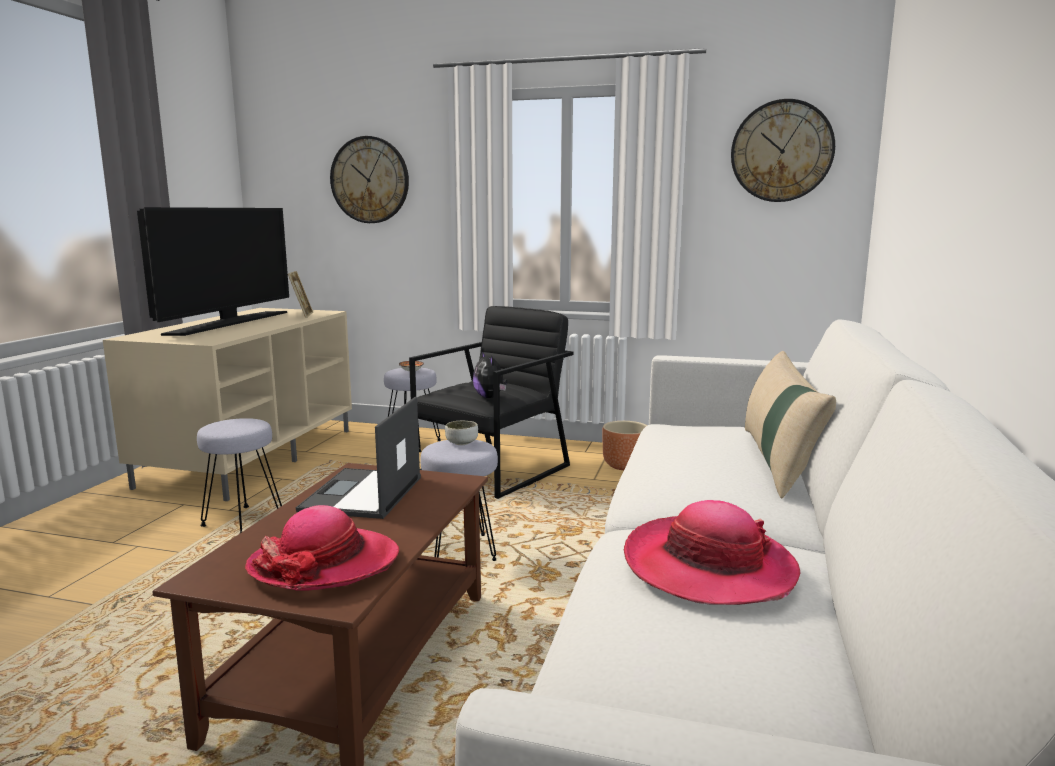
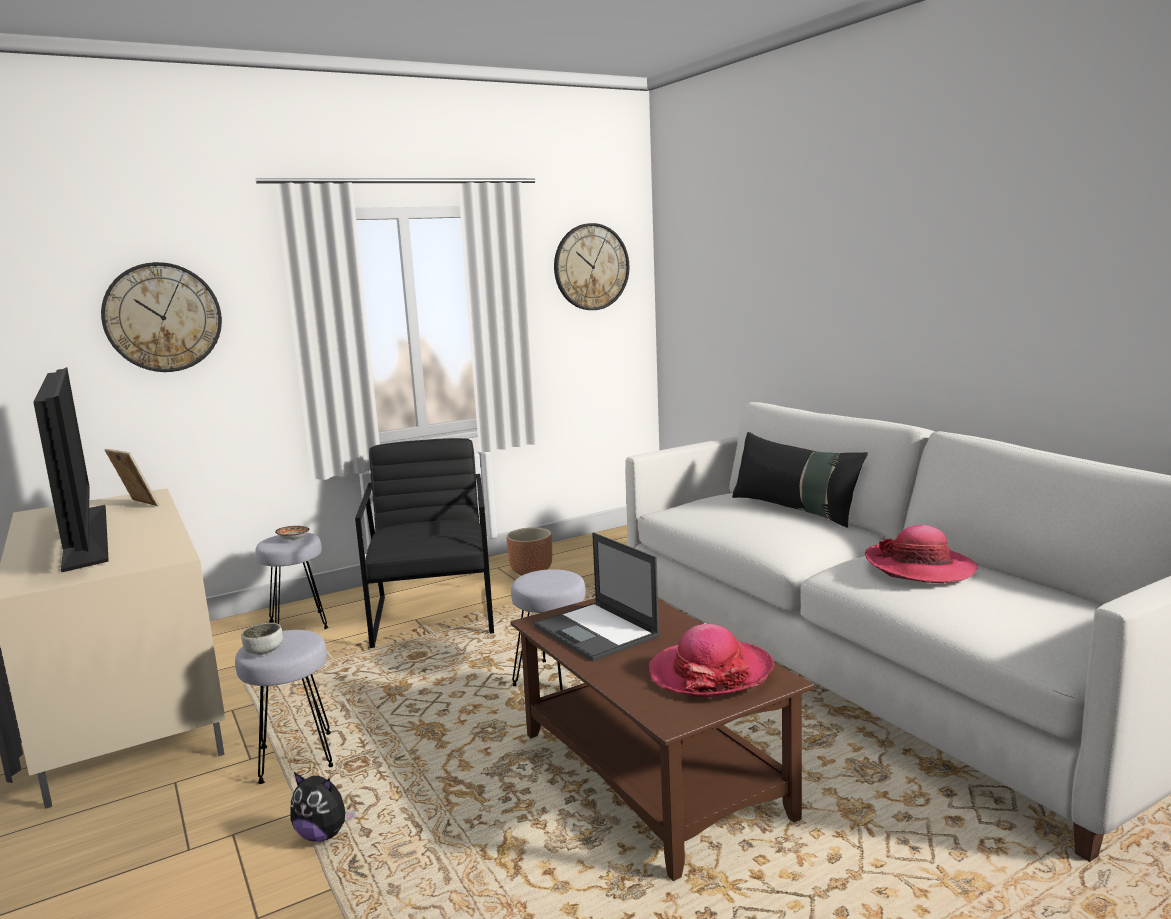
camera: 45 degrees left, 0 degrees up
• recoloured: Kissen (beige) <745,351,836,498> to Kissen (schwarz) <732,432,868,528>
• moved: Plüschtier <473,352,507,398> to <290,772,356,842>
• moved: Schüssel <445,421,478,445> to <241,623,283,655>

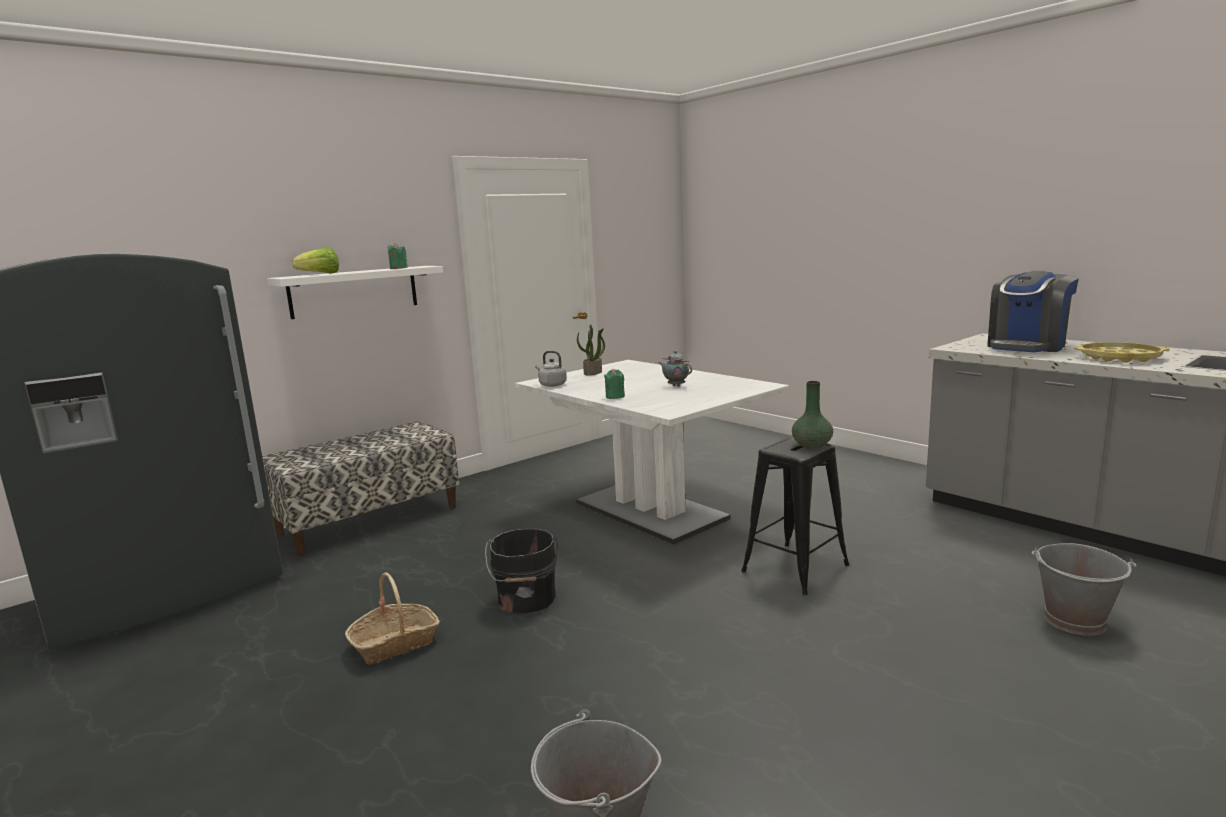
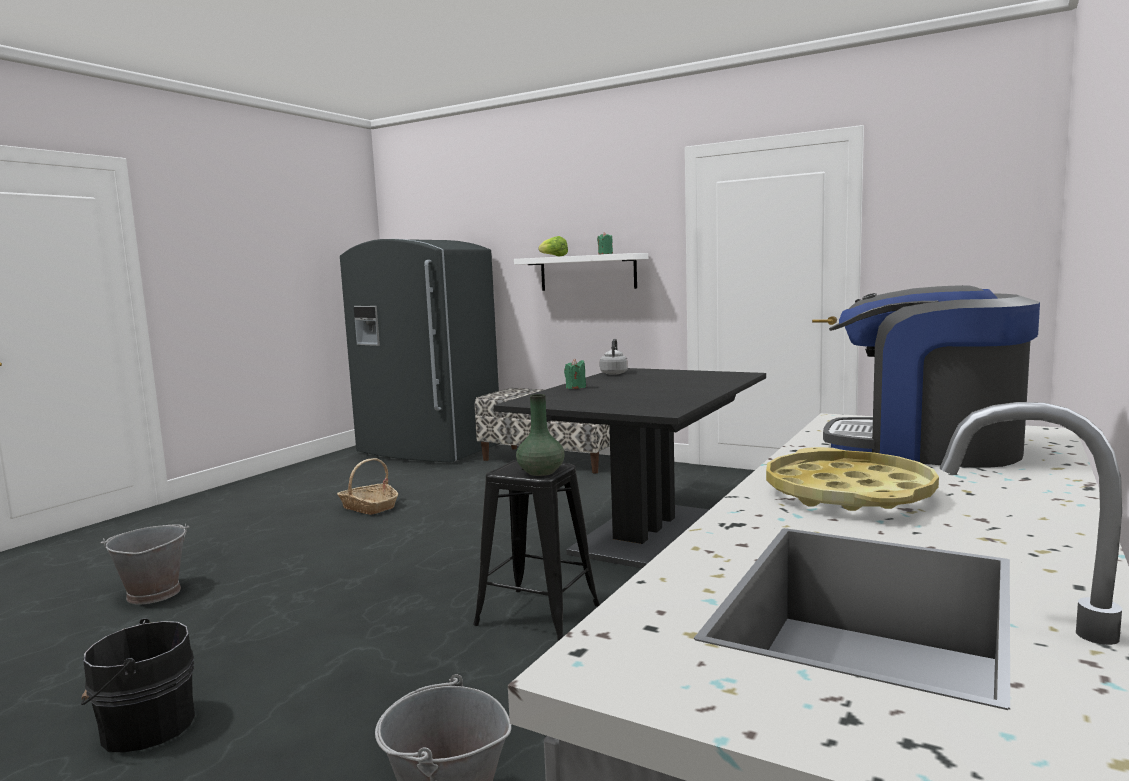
camera: 70 degrees right, 5 degrees down
• removed: Topfpflanze <577,325,605,376>
• removed: Teekanne <659,350,692,387>
• recoloured: Esstisch (weiß) <515,360,789,545> to Esstisch (schwarz) <494,368,766,568>
• moved: Eimer (schwarz) <485,529,558,613> to <81,618,195,752>

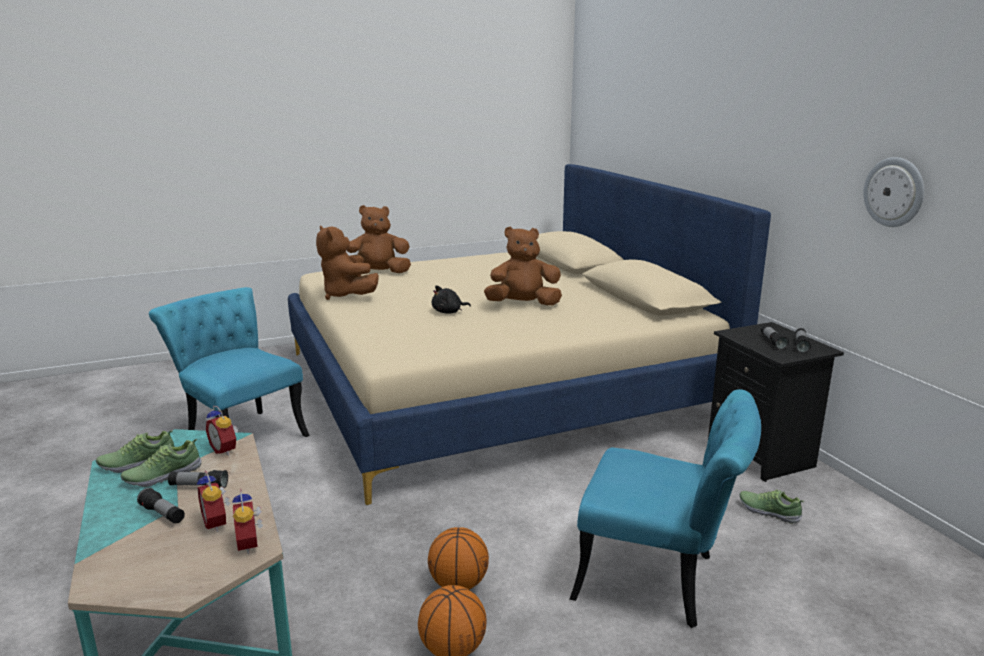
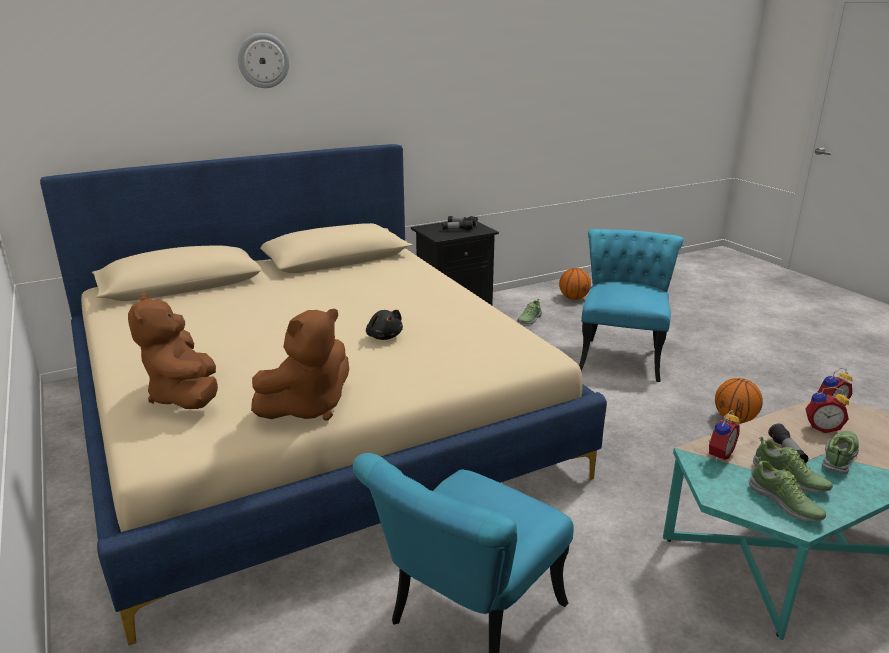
camera: 95 degrees left, 5 degrees up
• moved: Wanduhr <863,157,924,227> to <238,33,290,88>
• removed: Plüschtier (braun) <484,227,562,306>
• turned: Wecker <197,471,231,532> = <805,387,849,433> 45 degrees clockwise
• replaced: Taschenlampe <137,488,185,524> to Schuh <822,431,859,474>
• moved: Basketball <428,527,489,590> to <559,268,591,300>

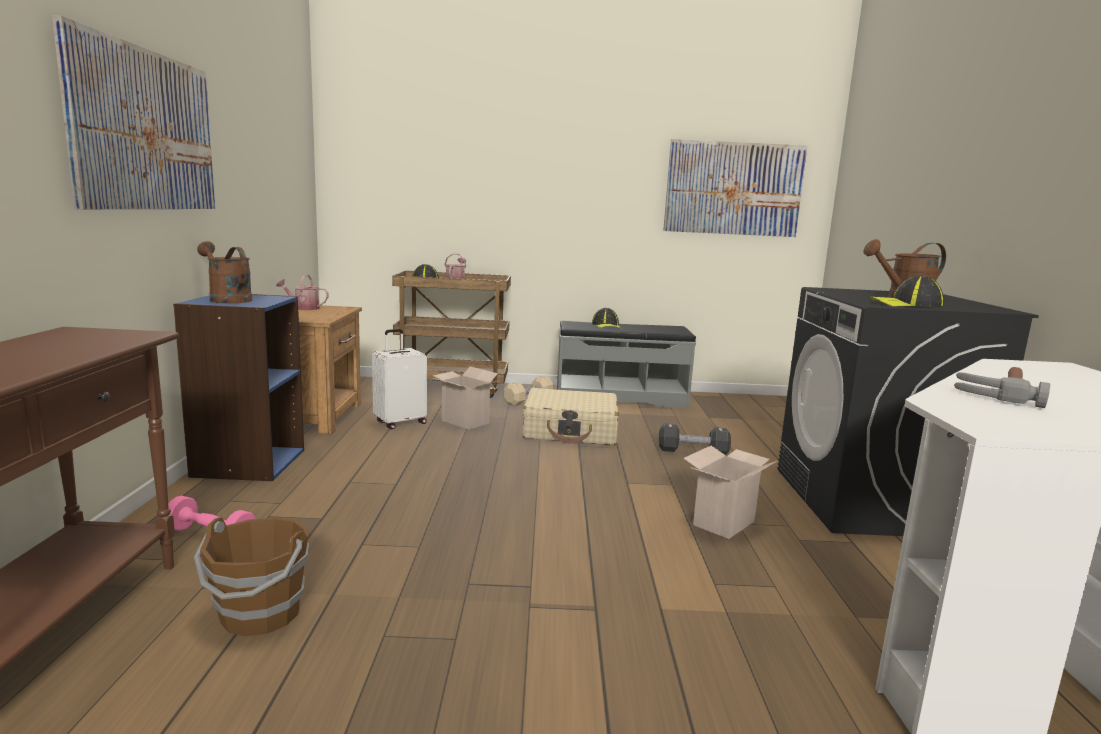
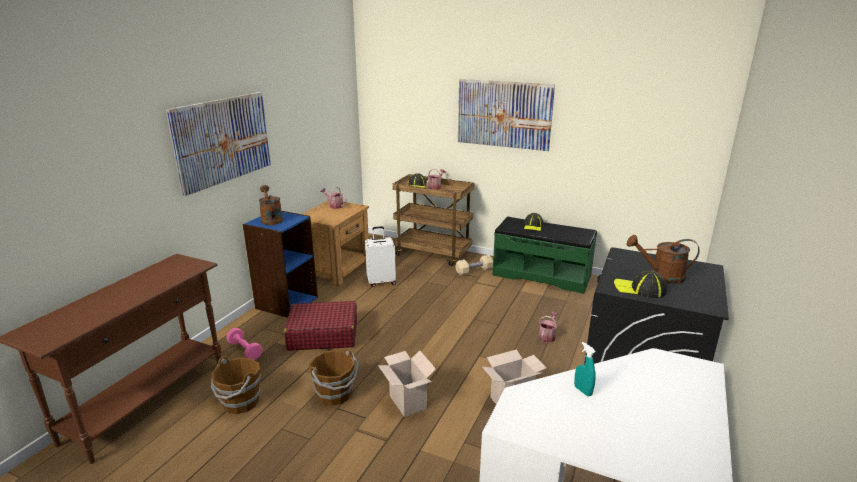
camera: 25 degrees right, 10 degrees up
• moved: Bild <663,139,807,237> to <458,79,555,151>
• recoloured: Bank (grau) <557,321,696,408> to Bank (grün) <492,217,597,294>
• moved: Karton <433,367,500,430> to <378,350,436,417>
• replaced: Hammer <954,367,1050,408> to Sprühflasche (türkis) <574,342,596,397>
• removed: Koffer (beige) <523,388,619,445>
• replaced: Hantel (schwarz) <659,423,731,455> to Gießkanne <538,312,559,343>
• added: Koffer (rot) <284,301,357,350>
• added: Eimer (braun) <309,348,359,406>

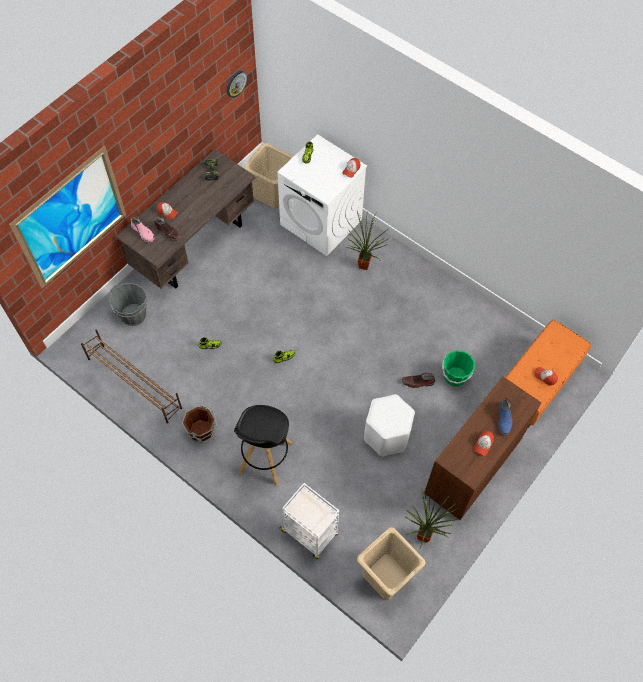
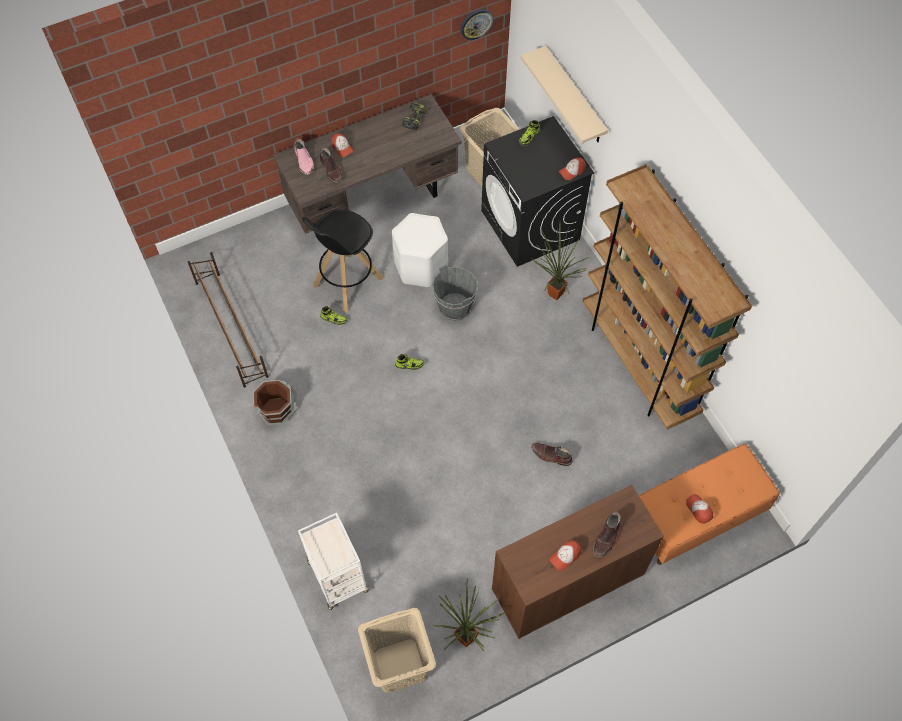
camera: 25 degrees right, 0 degrees up
• recoloured: Waschmaschine (weiß) <277,134,367,256> to Waschmaschine (schwarz) <481,116,594,267>
• removed: Bild <9,145,126,289>
• moved: Eimer (grau) <109,283,147,326> to <432,264,478,321>
• removed: Eimer (grün) <442,350,475,387>
• moved: Hocker (weiß) <364,394,415,456> to <392,213,448,288>
• recoloured: Stiefel (blau) <498,398,512,436> to Stiefel (braun) <593,511,621,558>
• moved: Hocker (schwarz) <234,405,292,486> to <303,209,383,312>
• added: Wandregal (beige) <521,46,608,143>
• added: Bücherregal (braun) <583,164,752,430>

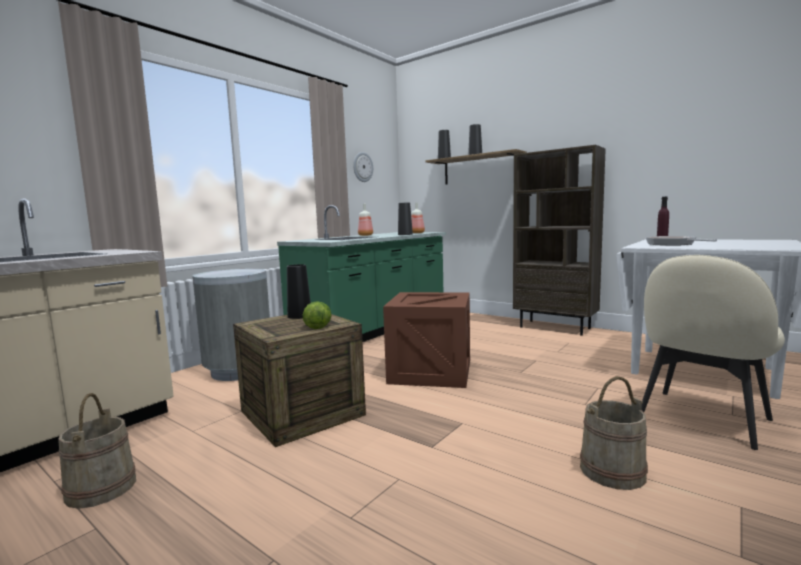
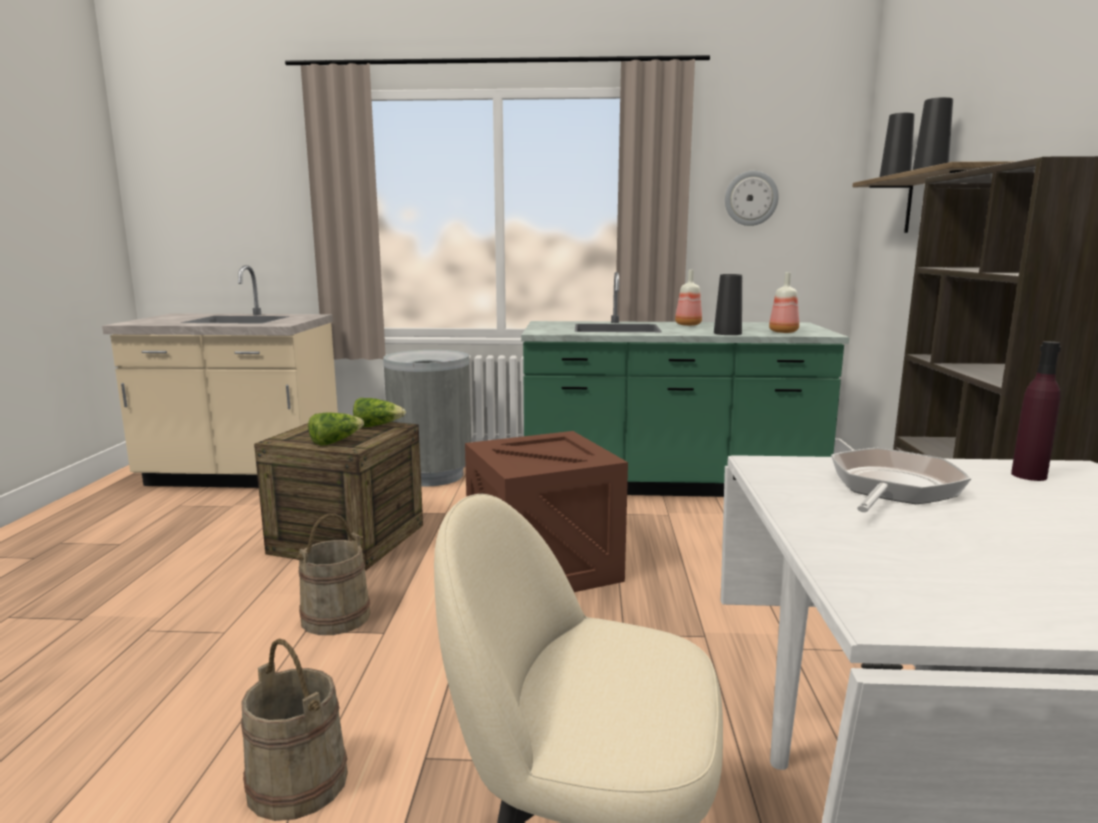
camera: 55 degrees right, 5 degrees up
• replaced: Vase (schwarz) <287,264,311,319> to Salatkopf <353,398,406,427>
• moved: Eimer (beige) <58,393,136,509> to <296,513,370,635>

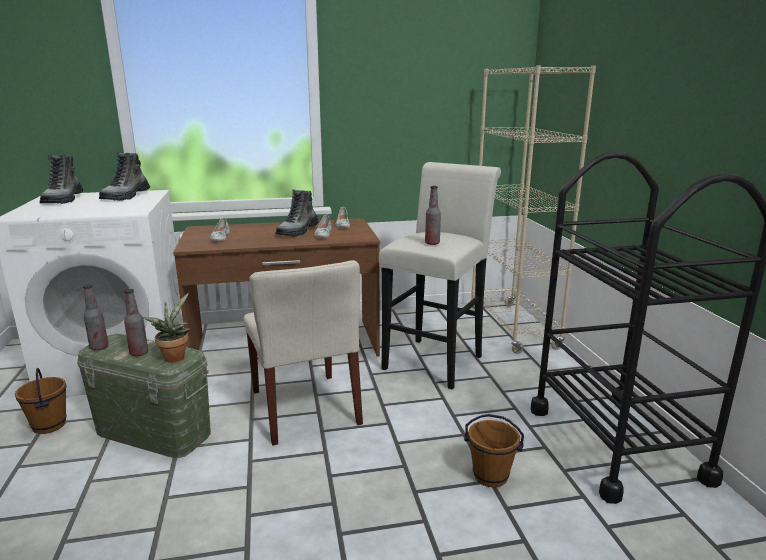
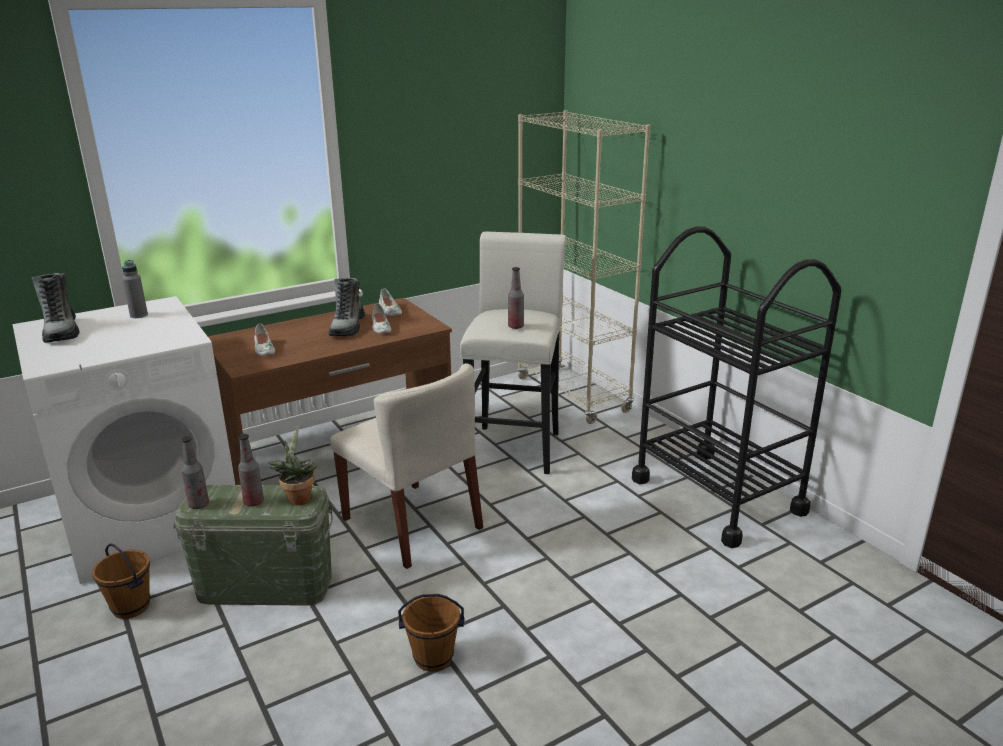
camera: 20 degrees left, 5 degrees up
• replaced: Stiefel <99,152,150,201> to Flasche (grau) <122,260,148,318>
• moved: Eimer (braun) <464,414,524,487> to <398,594,465,672>

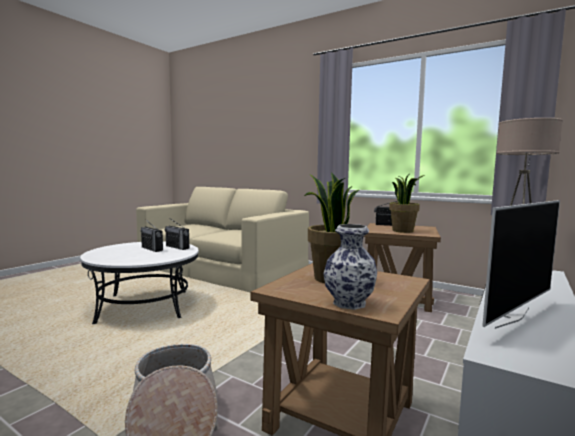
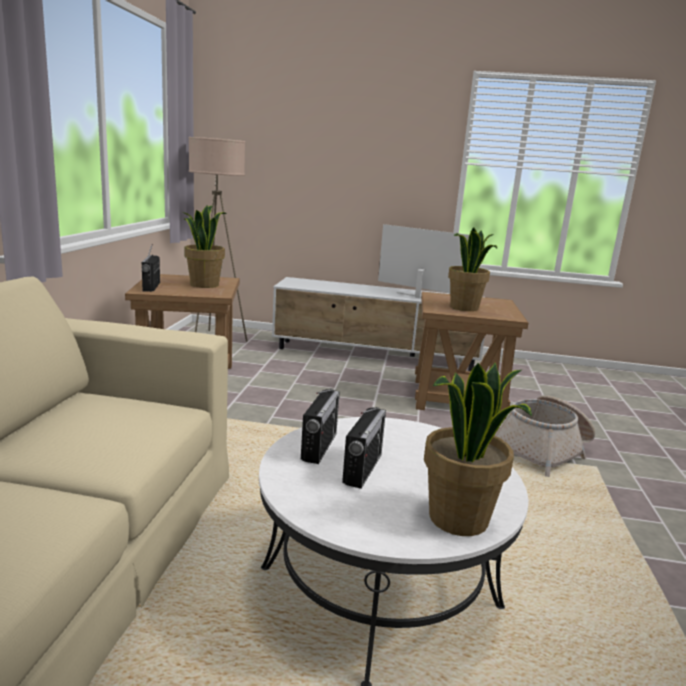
camera: 115 degrees left, 10 degrees up
• removed: Vase <323,224,377,310>
• added: Topfpflanze <424,363,532,536>

